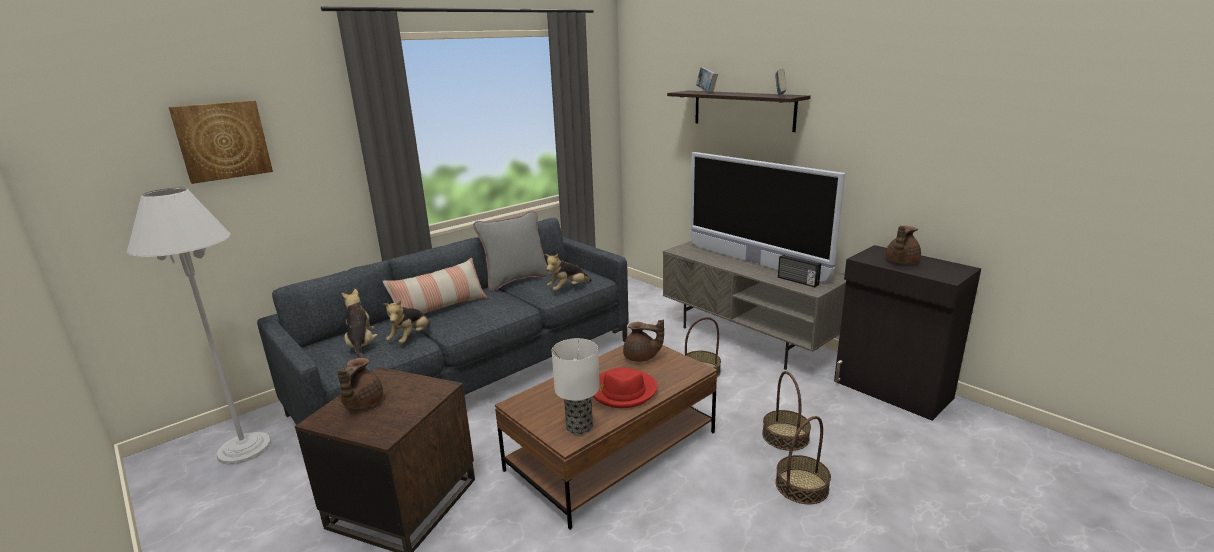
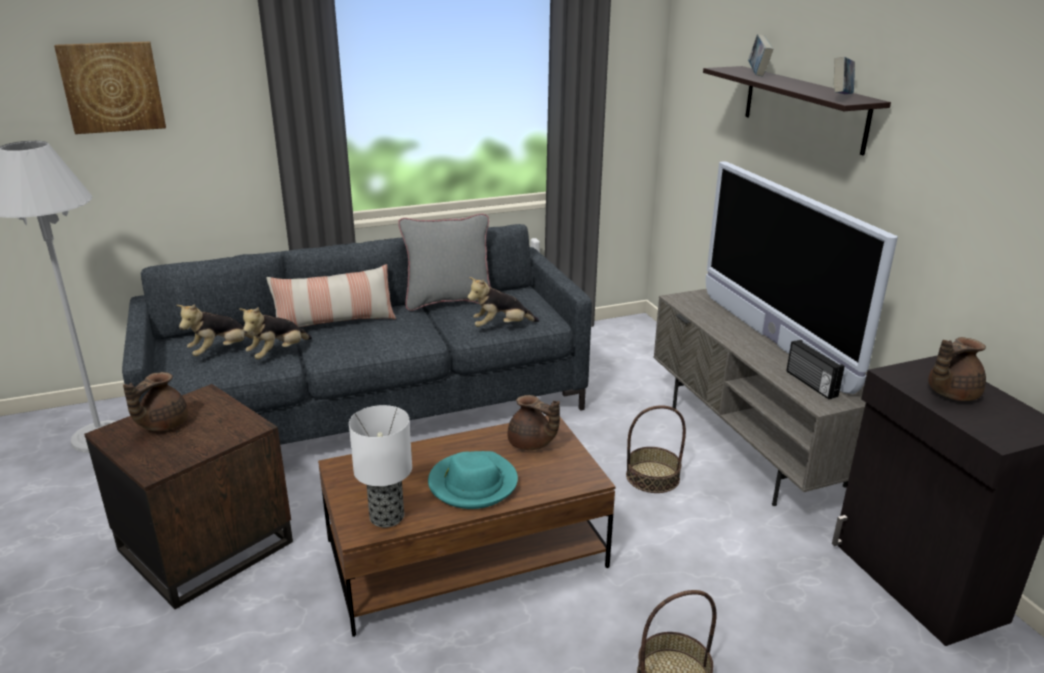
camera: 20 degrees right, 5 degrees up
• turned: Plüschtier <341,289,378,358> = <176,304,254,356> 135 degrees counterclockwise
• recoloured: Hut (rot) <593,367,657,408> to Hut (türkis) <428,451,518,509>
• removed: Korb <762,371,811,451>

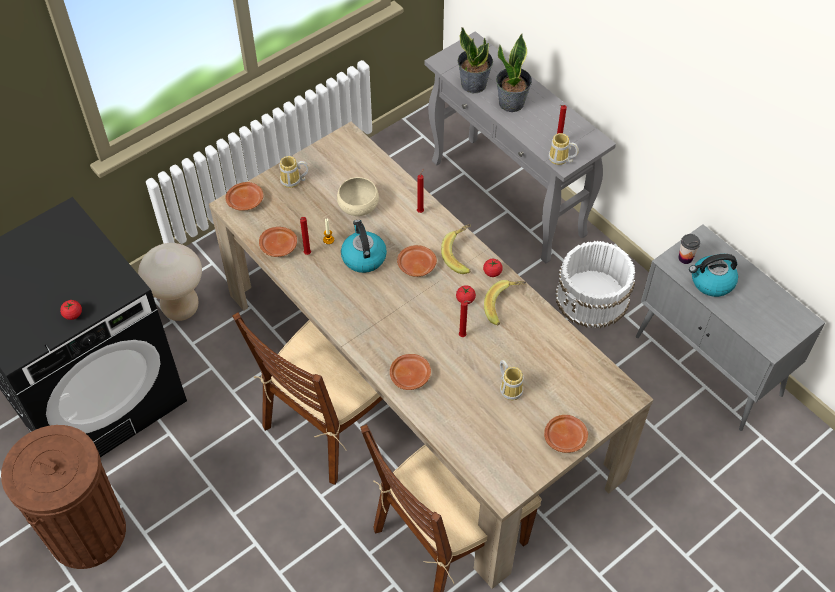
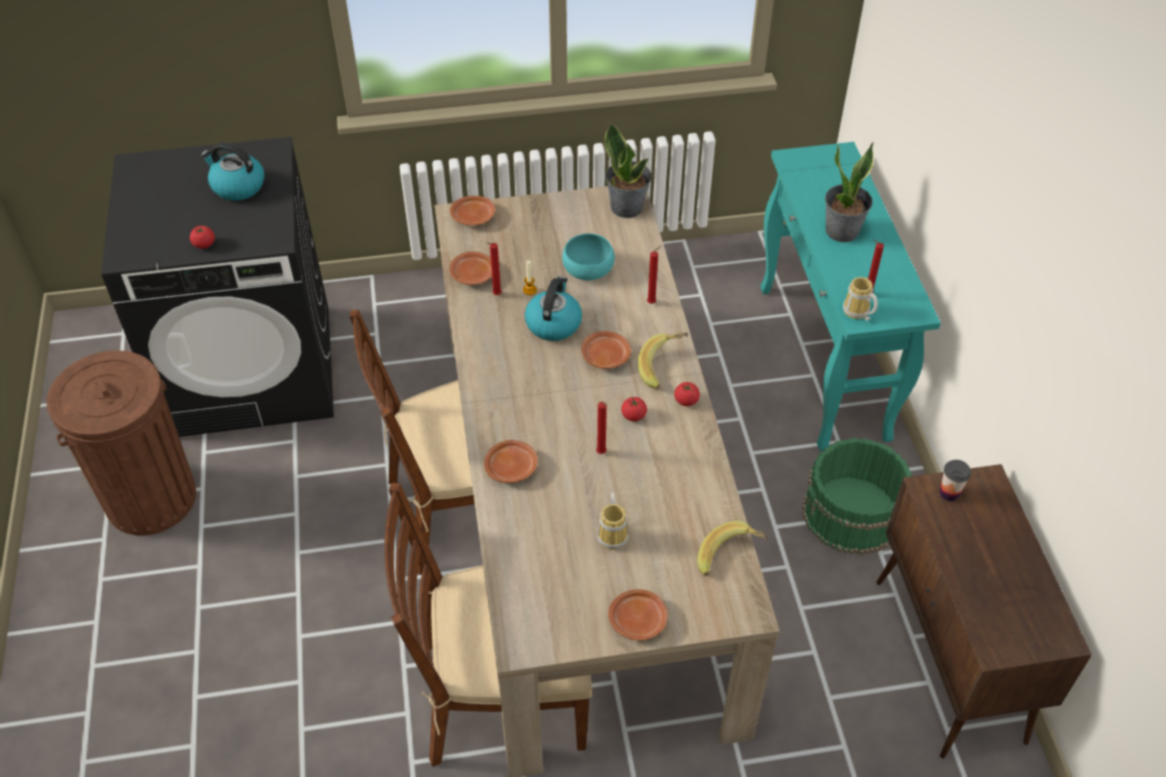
camera: 30 degrees right, 5 degrees down
• moved: Topfpflanze <458,27,493,93> to <605,123,652,218>
• recoloured: Konsolentisch (grau) <424,31,616,264> to Konsolentisch (türkis) <761,142,941,451>
• removed: Henkelbecher <280,156,309,188>
• recoloured: Schüssel (beige) <337,177,379,216> to Schüssel (türkis) <562,233,615,280>
• recoloured: Schrank (grau) <636,224,825,431> to Schrank (braun) <876,464,1092,759>
• recoloured: Eimer (weiß) <556,241,635,328> to Eimer (grün) <802,438,912,555>
• removed: Hocker (beige) <138,243,202,321>
• moved: Wasserkessel <689,254,738,297> to <201,142,265,201>
• moved: Banane <484,280,526,325> to <697,521,768,576>

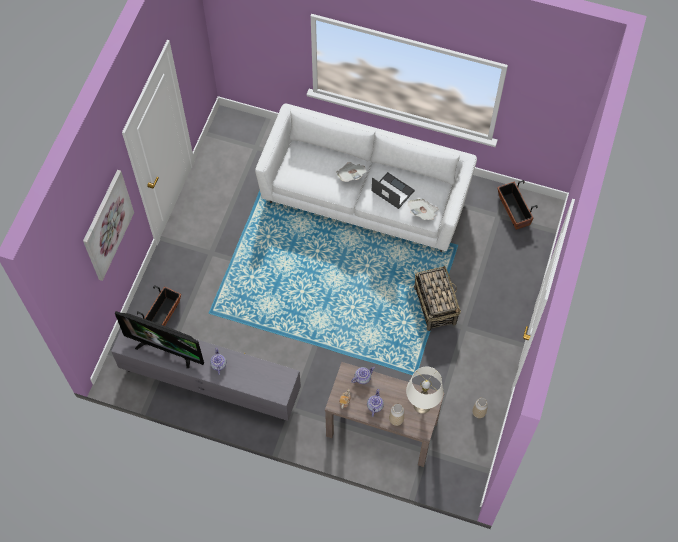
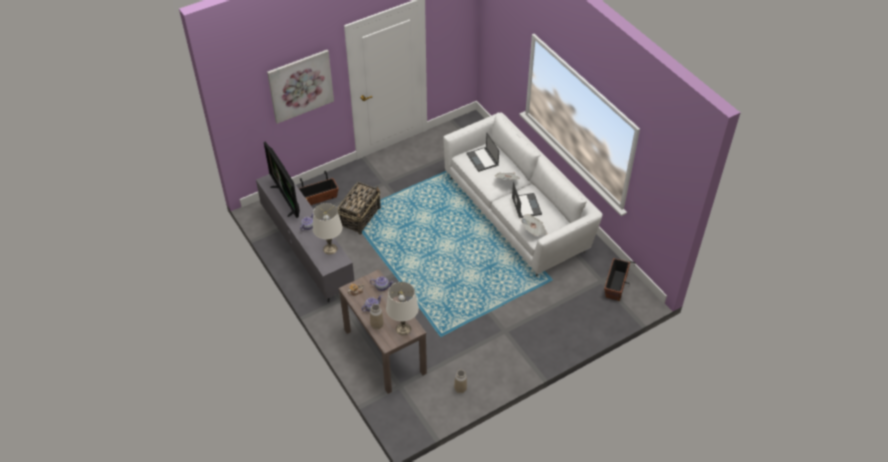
camera: 40 degrees right, 15 degrees down
• moved: Korb <414,266,461,331> to <337,182,381,235>
• added: Laptop <466,132,499,172>
• added: Tischlampe (weiß) <313,203,343,255>

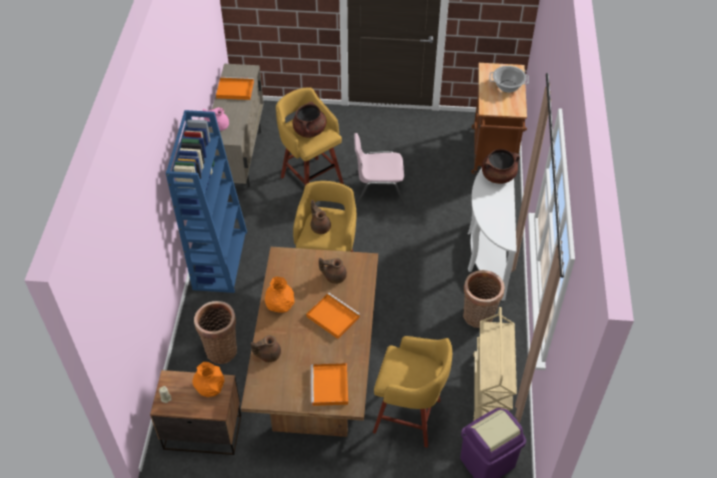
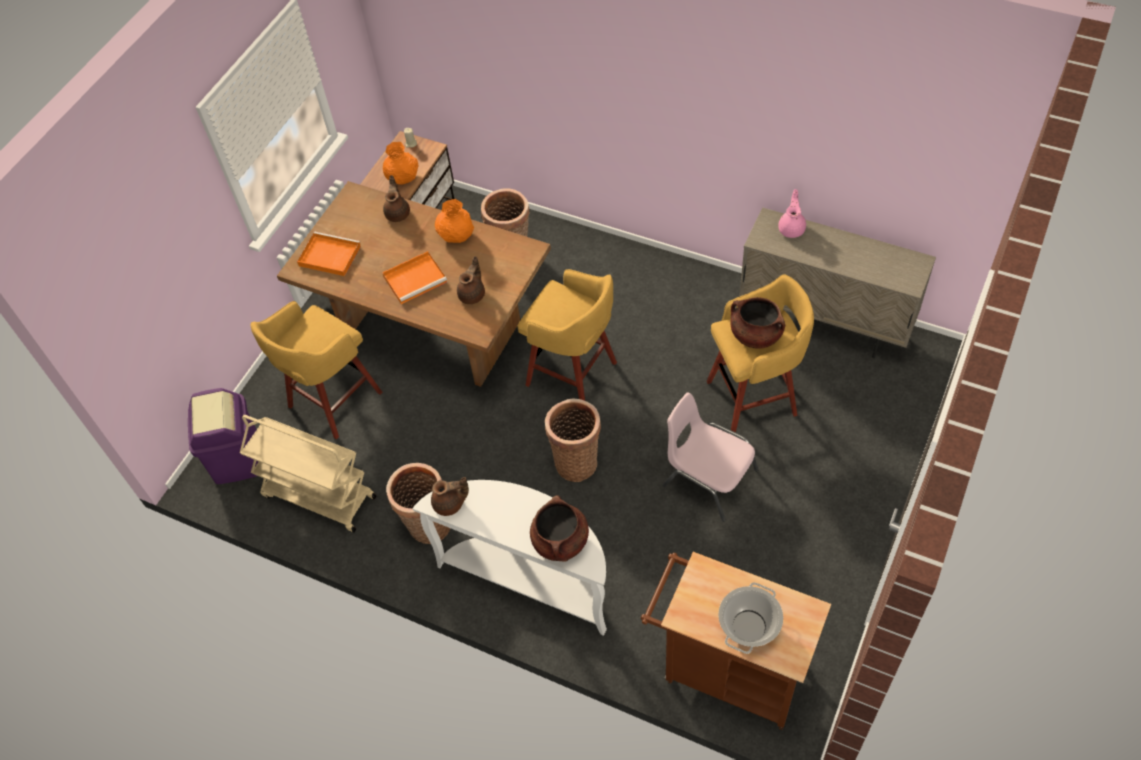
camera: 115 degrees right, 5 degrees up
• removed: Tablett (orange) <216,77,254,100>
• removed: Bücherregal (blau) <166,110,247,293>
• turned: Stuhl (rosa) <354,133,404,204> = <662,392,758,522> 75 degrees counterclockwise
• moved: Teekanne (braun) <311,200,331,234> to <431,477,469,516>
• added: Korb <545,398,601,482>

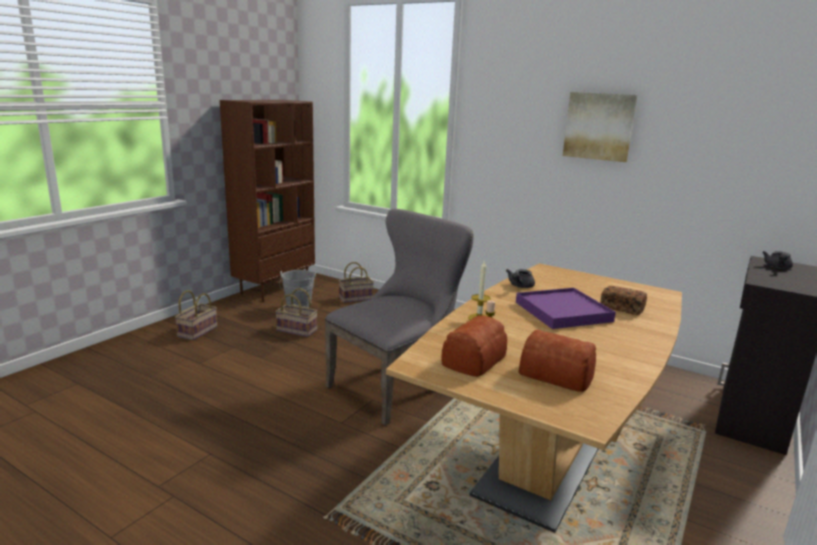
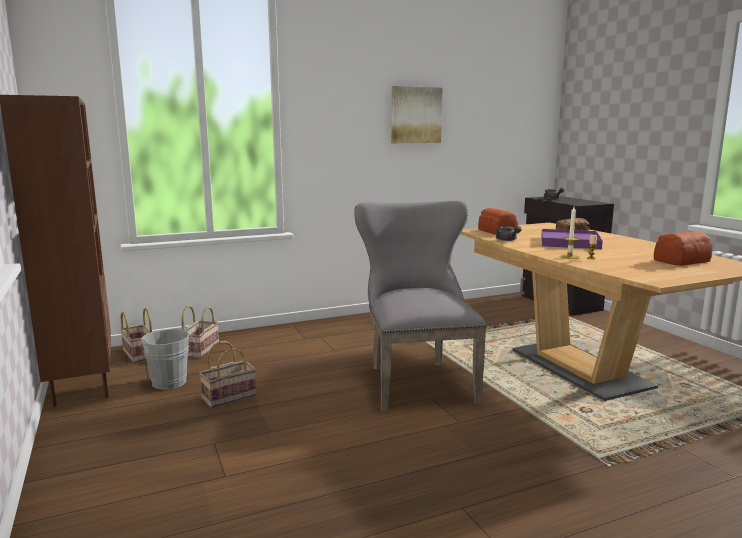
camera: 55 degrees left, 5 degrees down
• moved: Korb <175,290,217,340> to <120,308,152,363>
• moved: Brot <441,315,507,377> to <478,208,518,235>

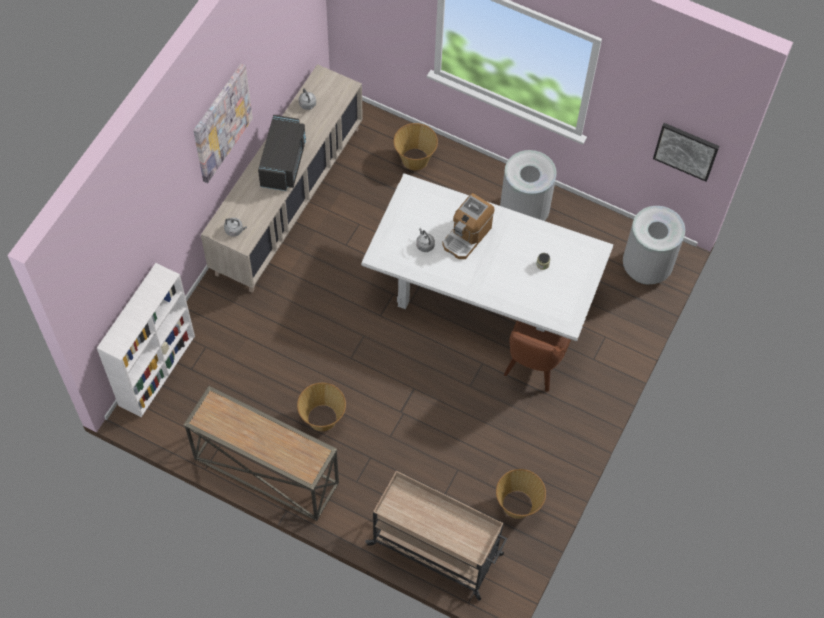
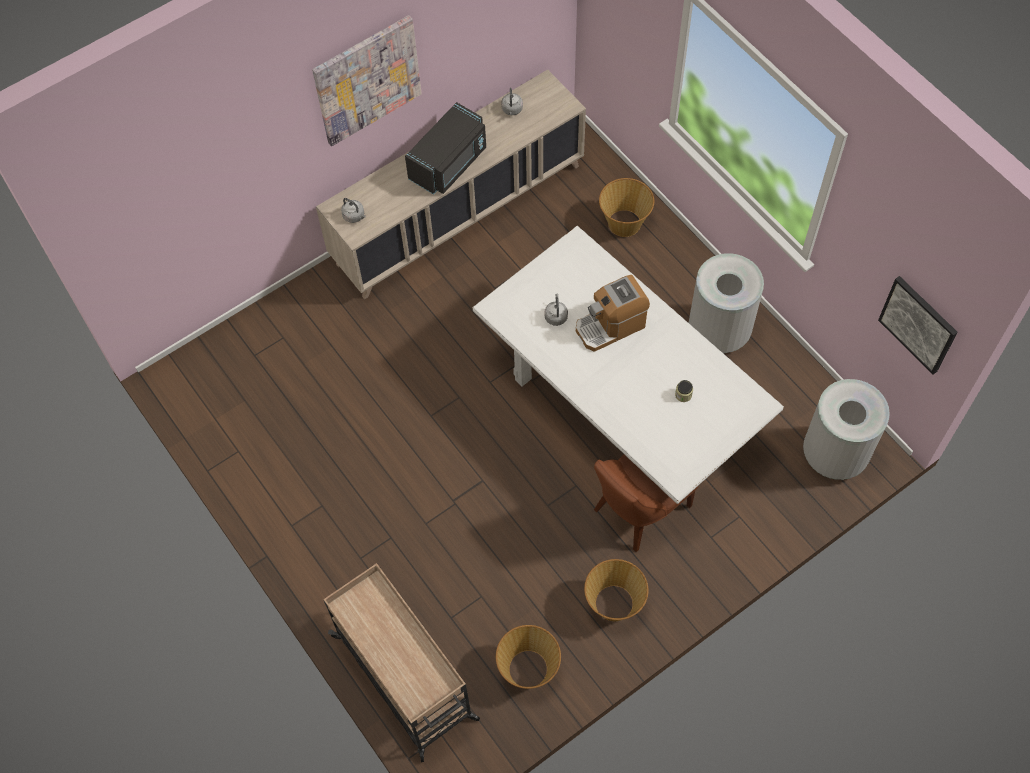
camera: 30 degrees right, 0 degrees up
• removed: Bücherregal (weiß) <97,263,195,417>
• moved: Korb <297,383,346,431> to <584,559,648,621>
• removed: Konsolentisch <184,386,339,521>

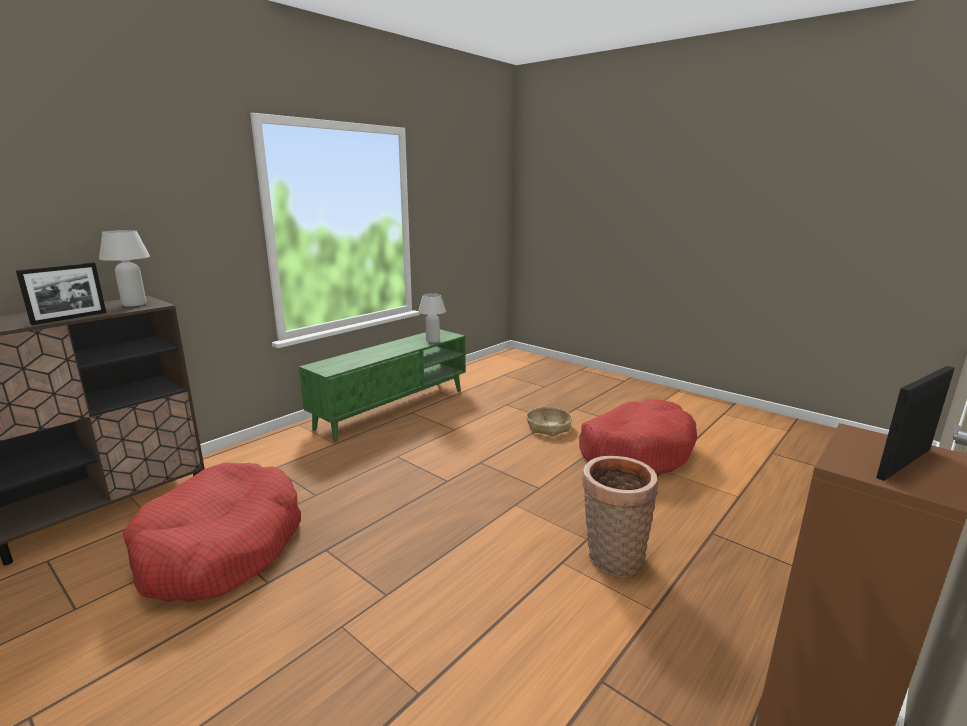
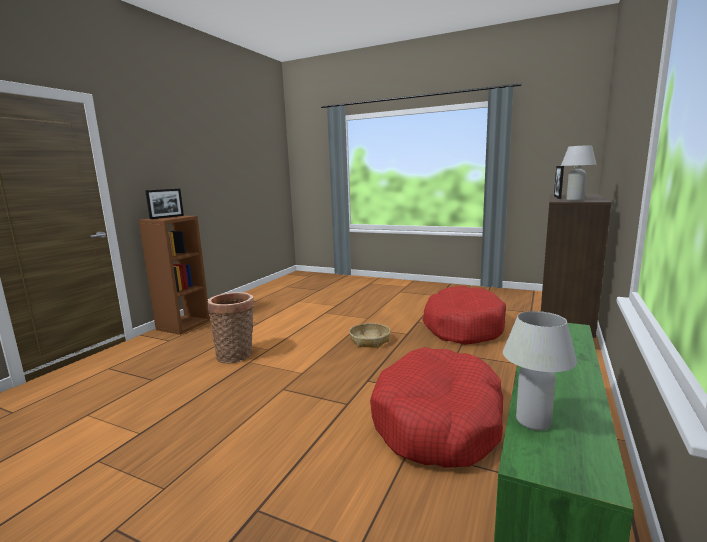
camera: 165 degrees right, 5 degrees down
• moved: Hundebett (rot) <579,399,697,474> to <370,347,503,468>
• moved: Korb <526,407,572,437> to <349,323,390,348>

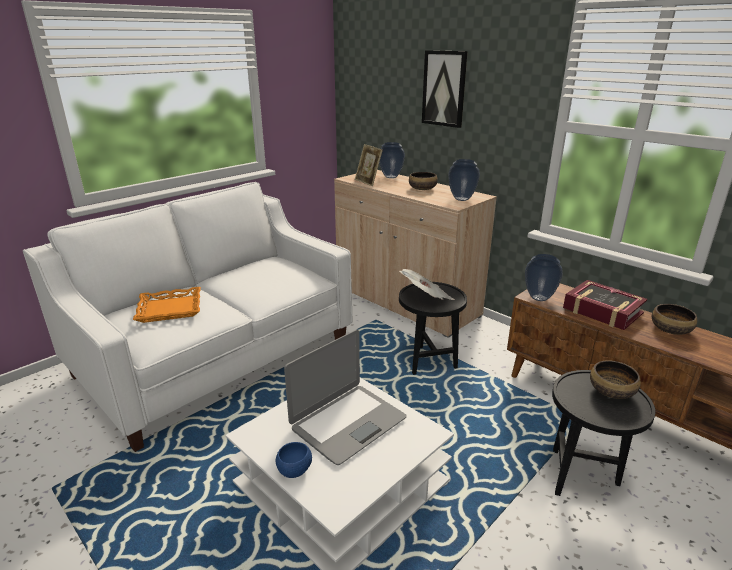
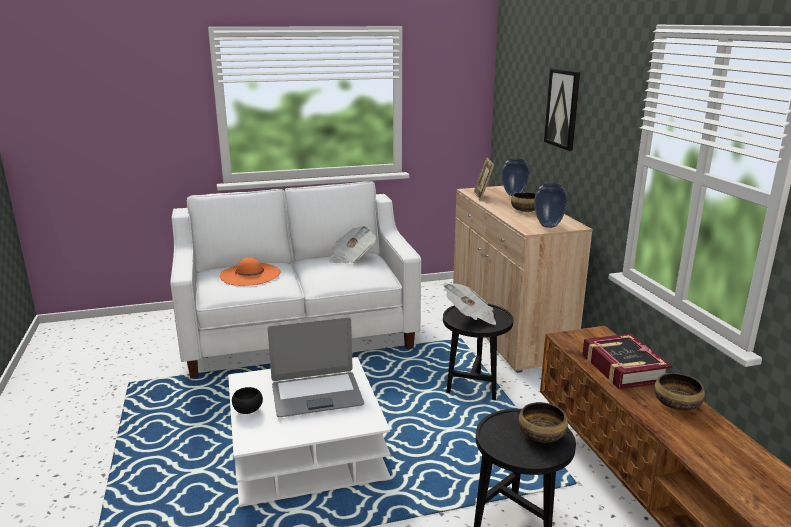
camera: 30 degrees right, 5 degrees down
• removed: Vase <525,254,563,301>
• replaced: Tablett (orange) <133,287,201,323> to Hut (orange) <220,258,280,286>
• recoloured: Schüssel (blau) <276,442,312,478> to Schüssel (schwarz) <232,387,263,414>
• added: Zeitung <329,226,376,263>

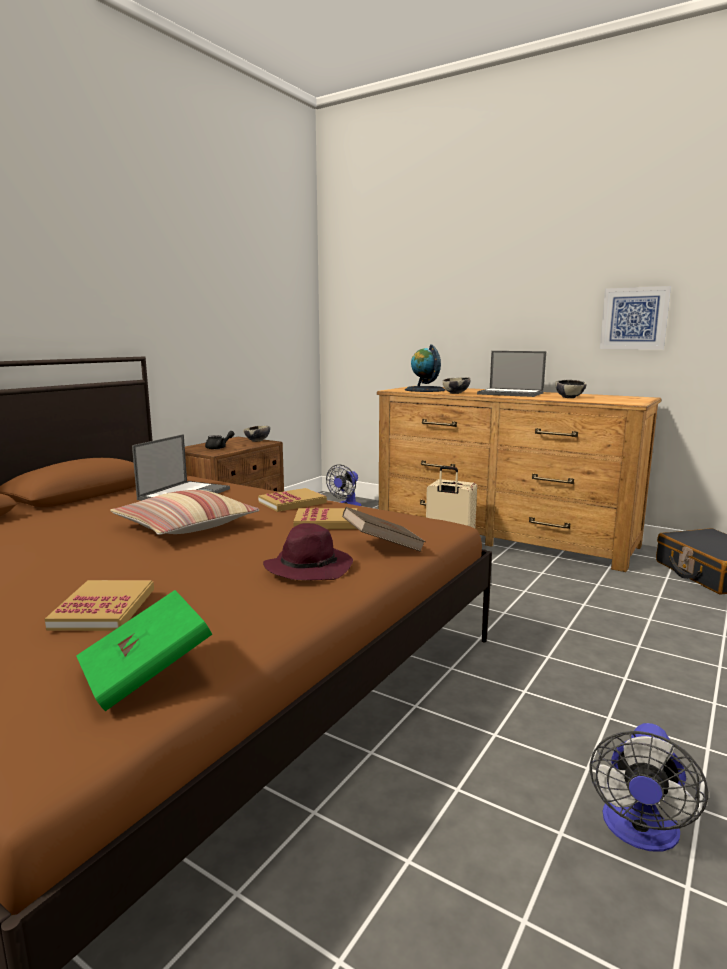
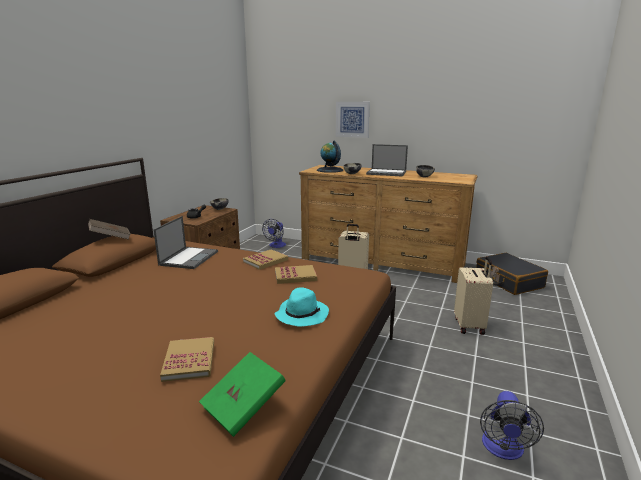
camera: 10 degrees left, 5 degrees up
• moved: Bild <600,286,671,350> to <336,102,370,138>
• removed: Kissen <110,490,259,535>
• moved: Buch (braun) <342,507,426,552> to <88,219,131,240>
• recoloured: Hut (lila) <263,523,353,580> to Hut (türkis) <275,287,329,327>
• added: Koffer (beige) <454,257,493,335>

